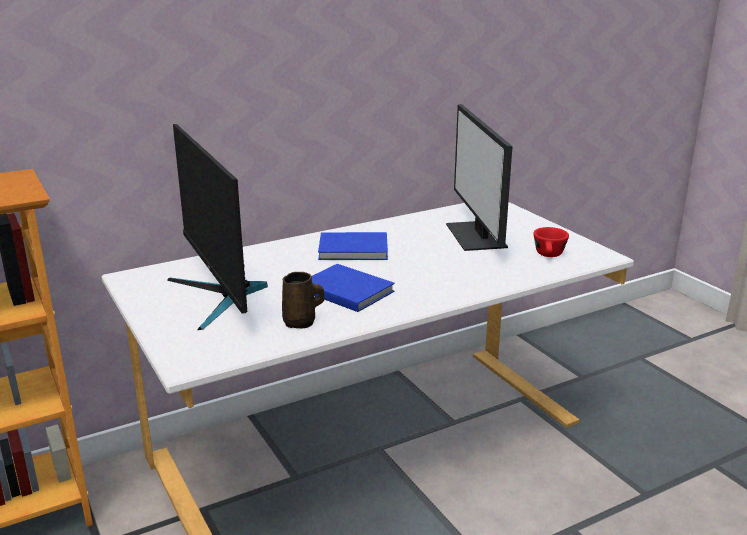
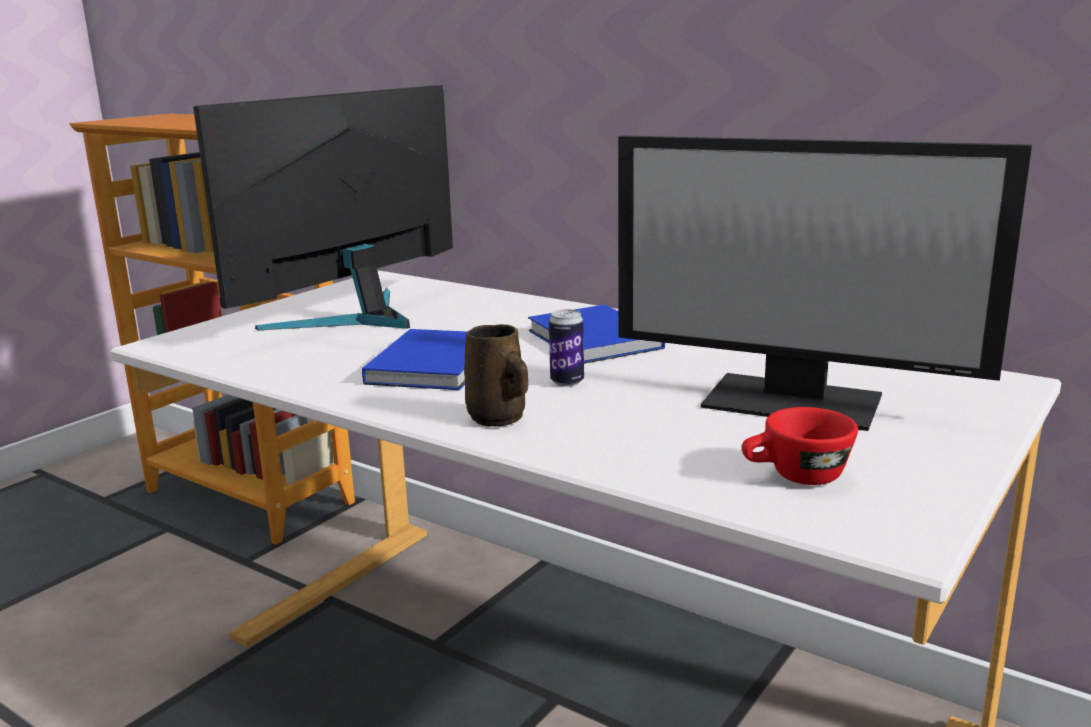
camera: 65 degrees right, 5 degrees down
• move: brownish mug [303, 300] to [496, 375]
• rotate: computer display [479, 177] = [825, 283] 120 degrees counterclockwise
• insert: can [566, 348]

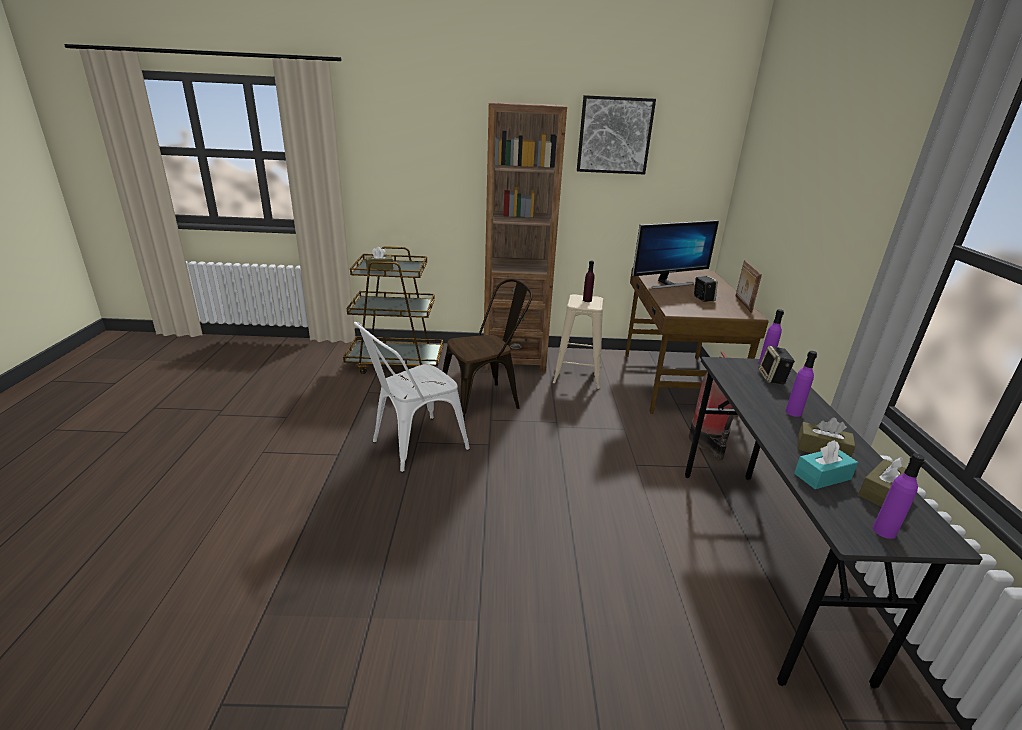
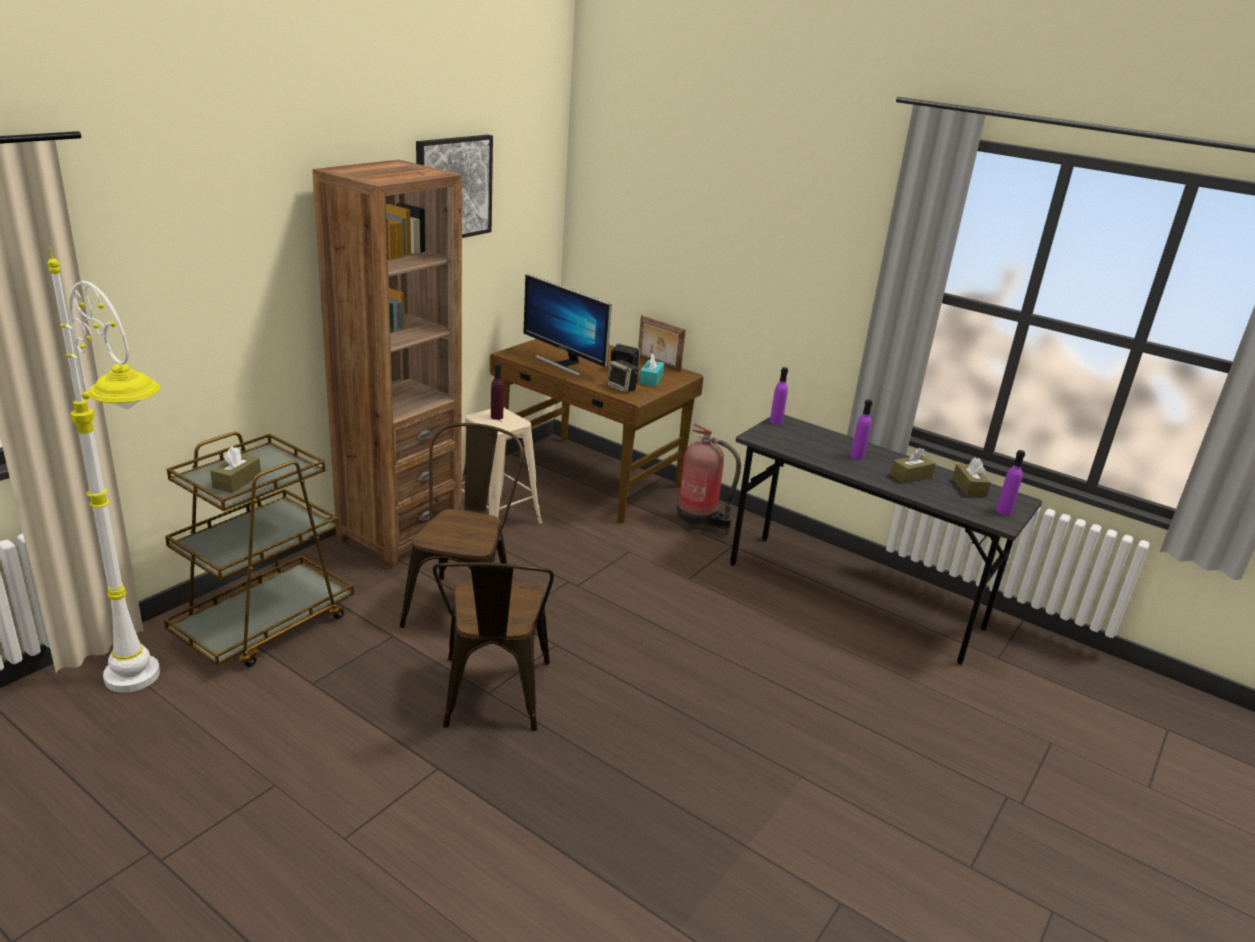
camera: 55 degrees left, 0 degrees up
• recolor: white upright chair [412, 397] to brownish upright chair [493, 646]
• rotate: computer display [675, 254] = [567, 325] 120 degrees clockwise
• move: loudspeaker [777, 365] to [623, 376]
• move: blue-green tissue holder [826, 464] to [652, 370]
• insert: white standard lamp [104, 470]

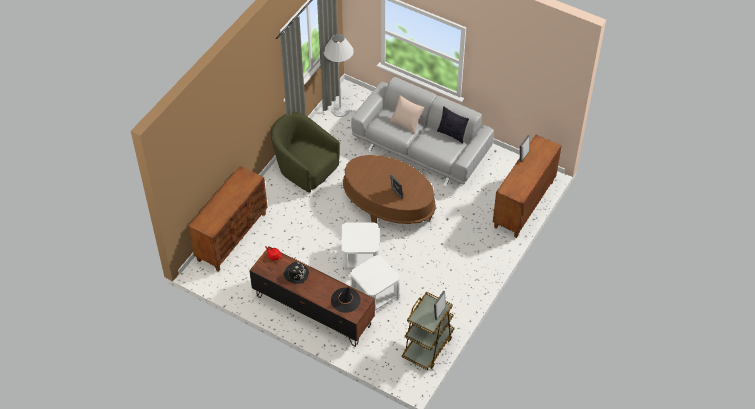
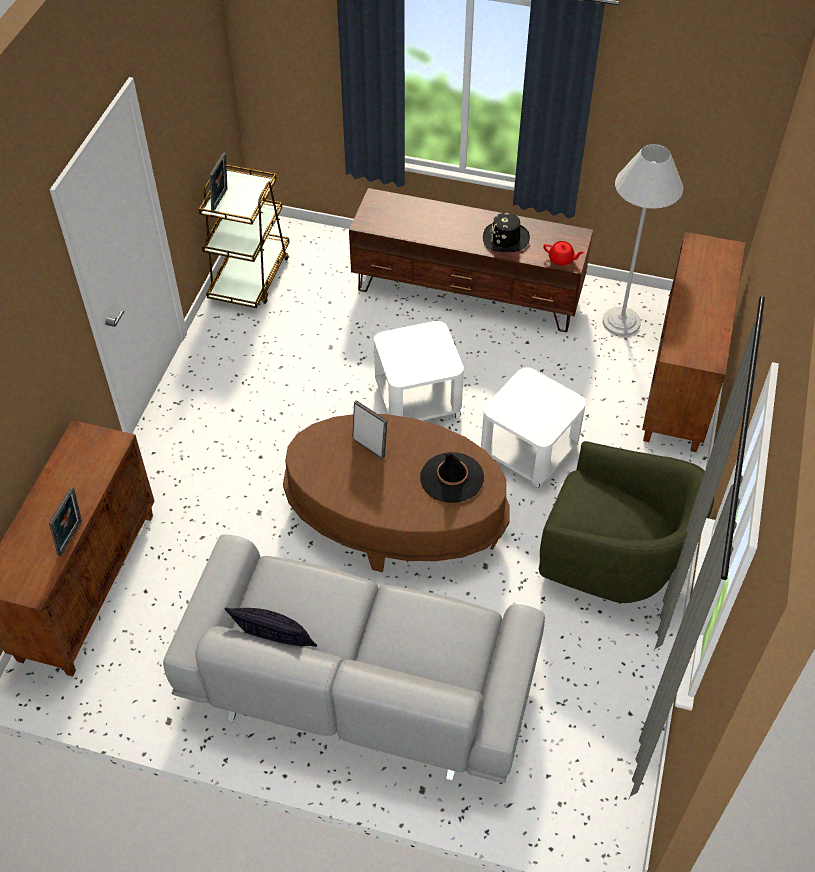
camera: 165 degrees right, 0 degrees up
• move: white standard lamp [339, 75] to [643, 240]
• move: black wearable hat [346, 300] to [452, 477]
• move: white accent table [375, 283] to [533, 427]
• delete: sand-coloured throw pillow [407, 114]

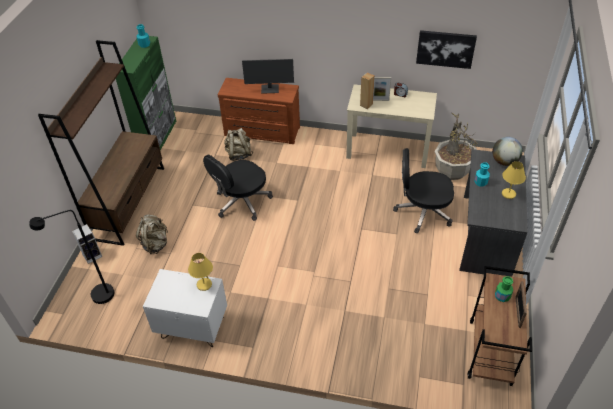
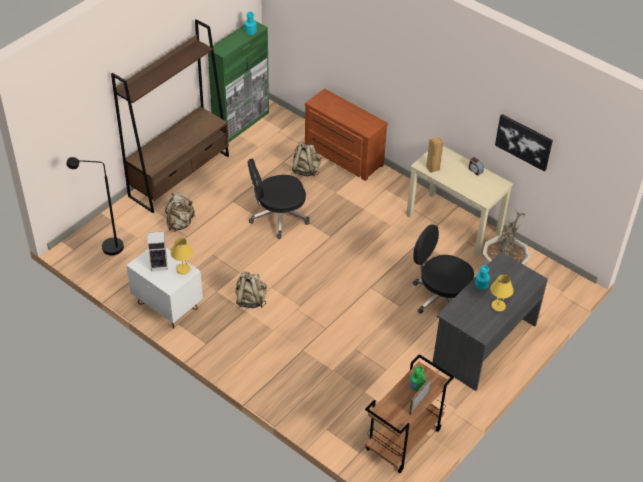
camera: 25 degrees right, 0 degrees up
• move: loudspeaker [87, 244] to [157, 251]
• delete: computer display [268, 76]
• delete: picture frame [382, 89]
• delete: world globe [507, 151]
• insert: sand-coloured knapsack [251, 289]

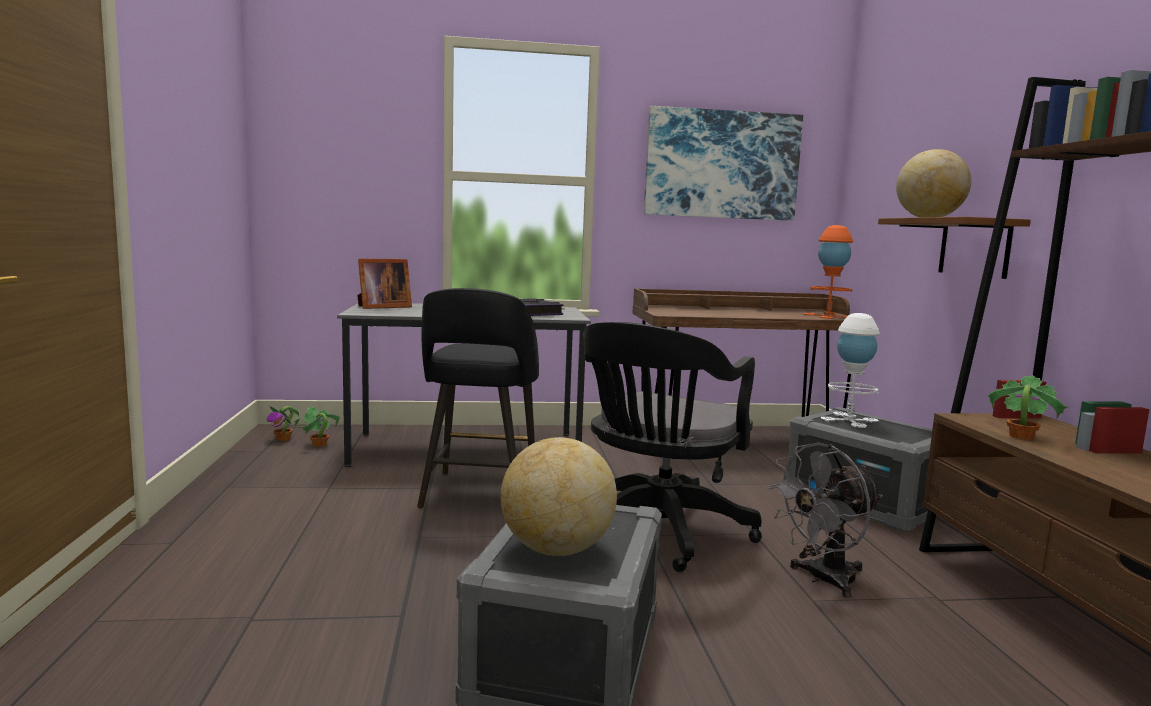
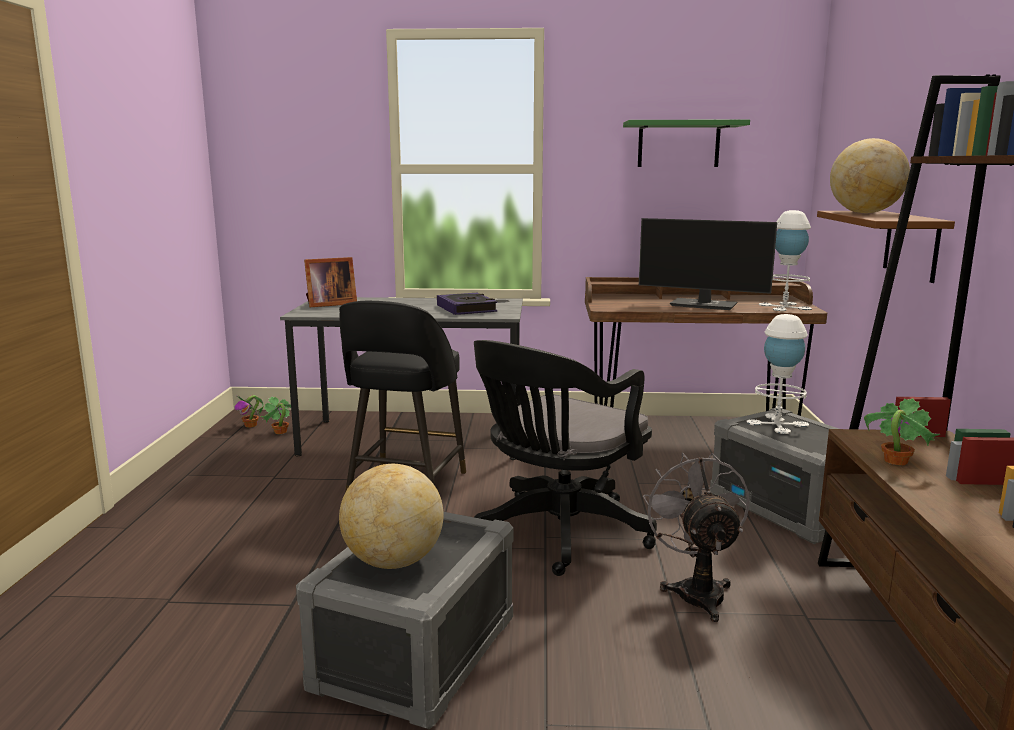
camera: 10 degrees right, 5 degrees up
• replace: picture [723, 163] to green-coloured wall shelf [686, 143]
• rotate: gray fan [825, 520] = [696, 537] 105 degrees clockwise
• recolor: orange table lamp [828, 272] to white table lamp [785, 260]
• insert: computer display [708, 264]

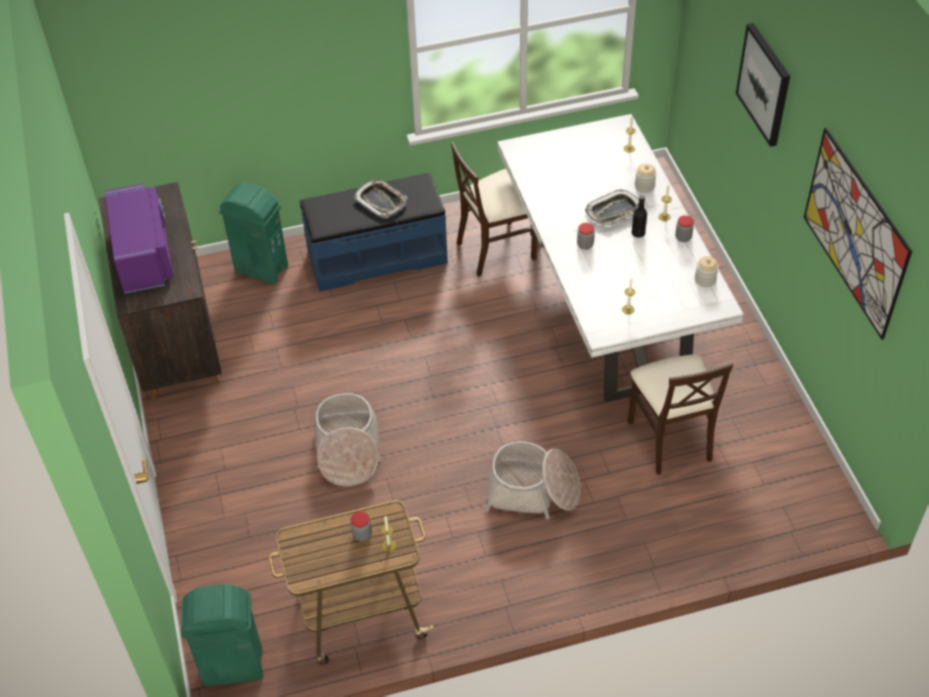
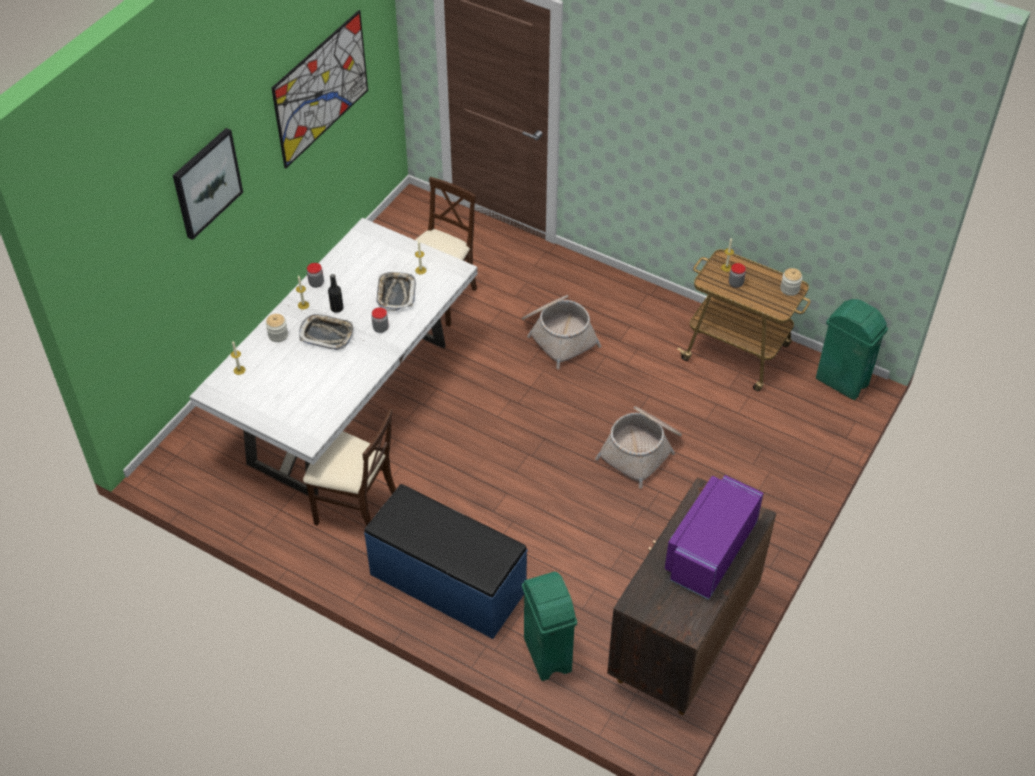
camera: 135 degrees left, 0 degrees up
• move: tray [380, 198] to [396, 291]
• move: storage jar [707, 271] to [791, 282]

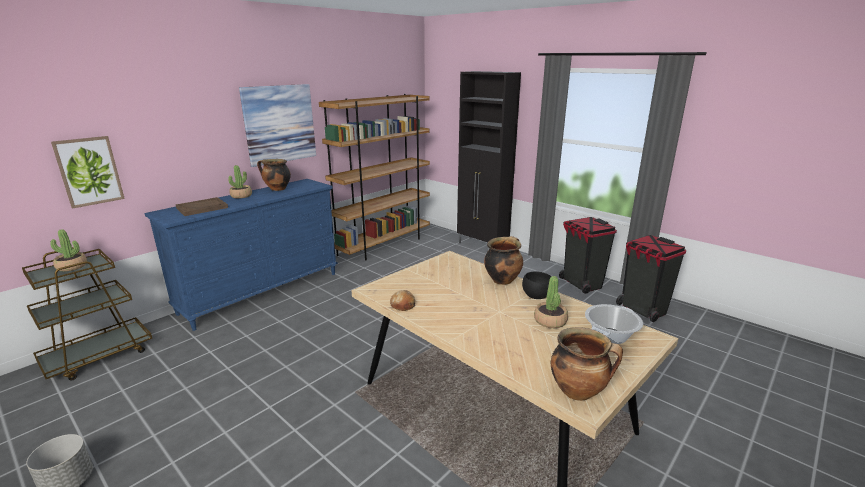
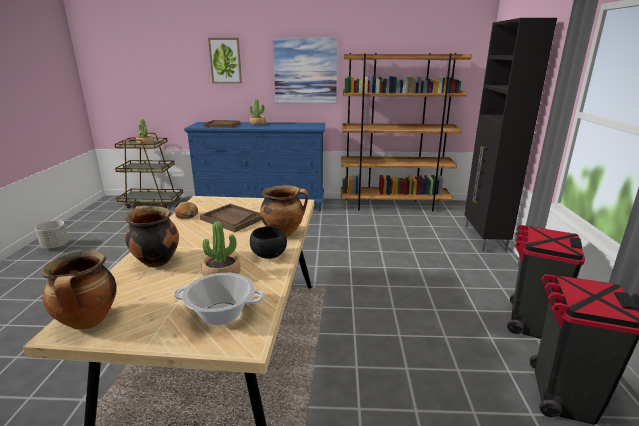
camera: 50 degrees right, 0 degrees up
• move: picture [88, 172] to [225, 60]
• move: cooking pot [274, 175] to [152, 236]
• insert: brownish tray [231, 218]

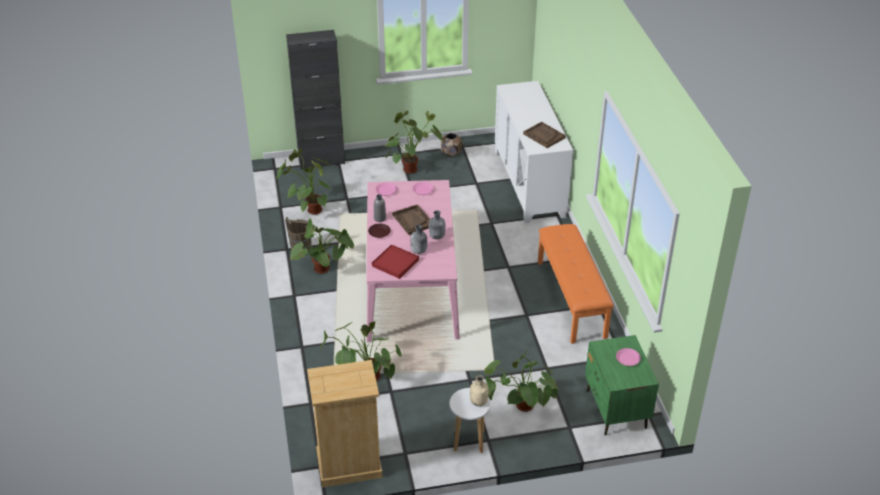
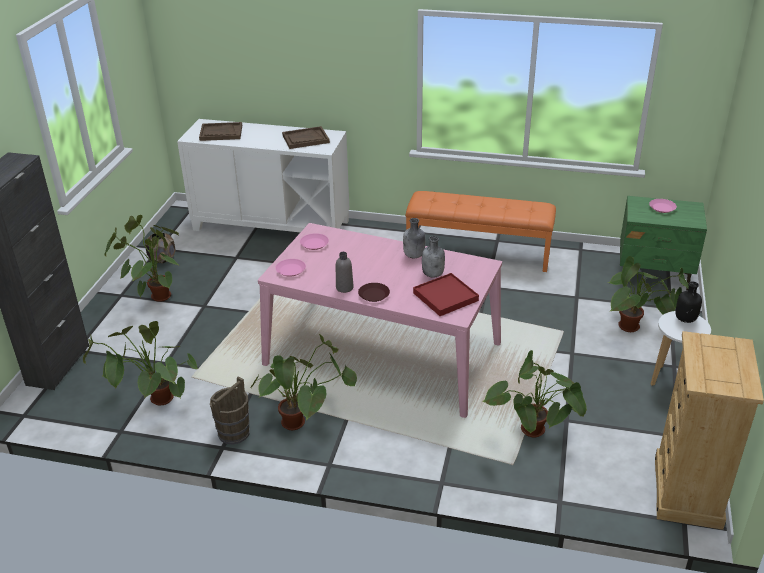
camera: 65 degrees left, 5 degrees down
• move: brownish tray [411, 219] to [220, 131]
• recolor: sand-coloured beverage bottle [479, 390] to black beverage bottle [689, 302]

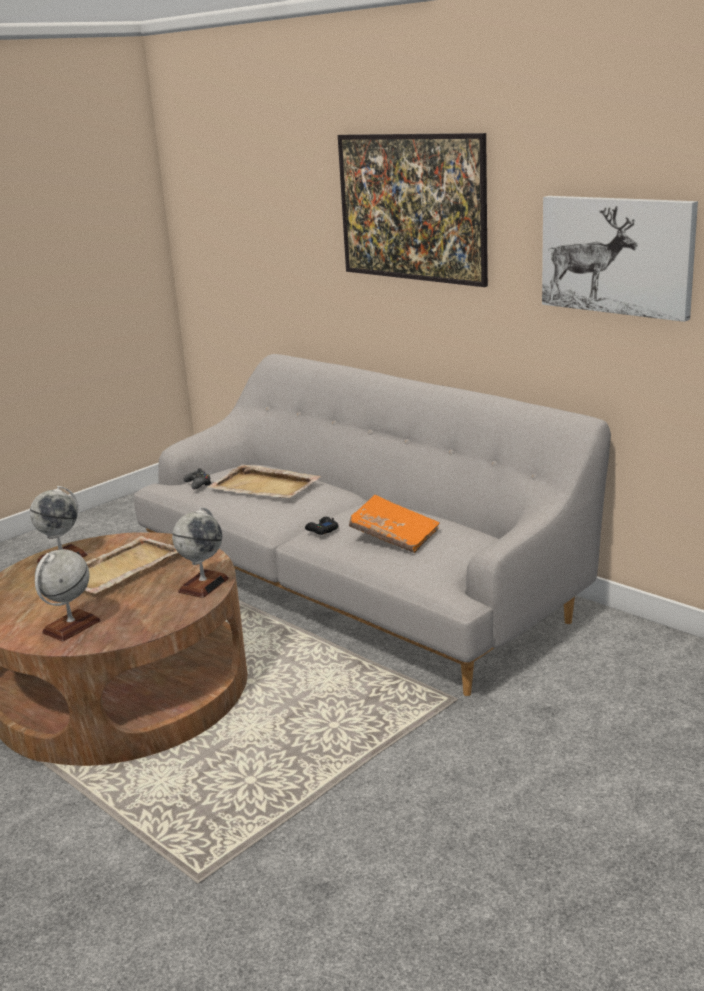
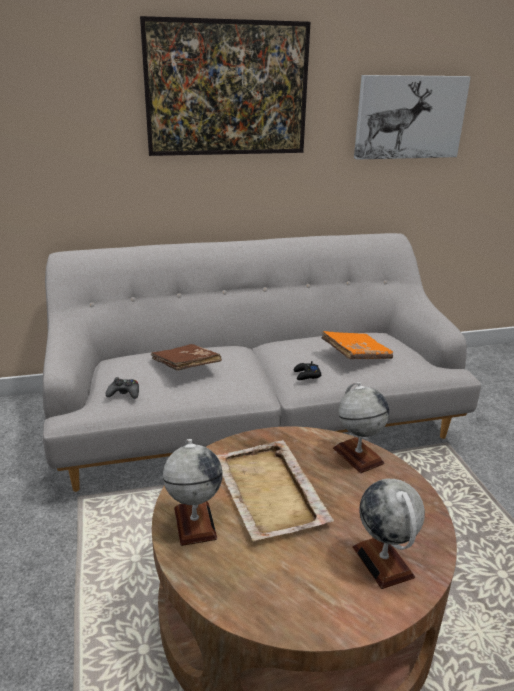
camera: 60 degrees left, 5 degrees up
• replace: sand-coloured tray [264, 481] to brownish book [186, 357]

